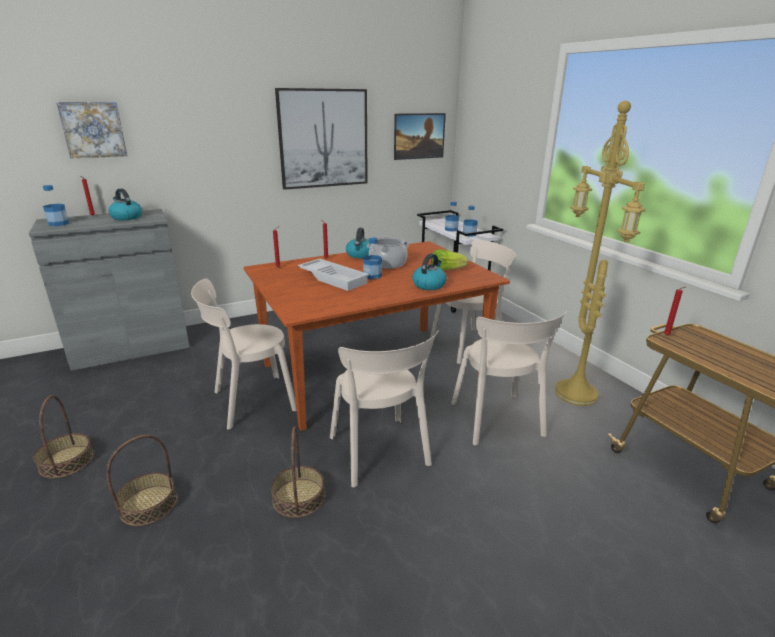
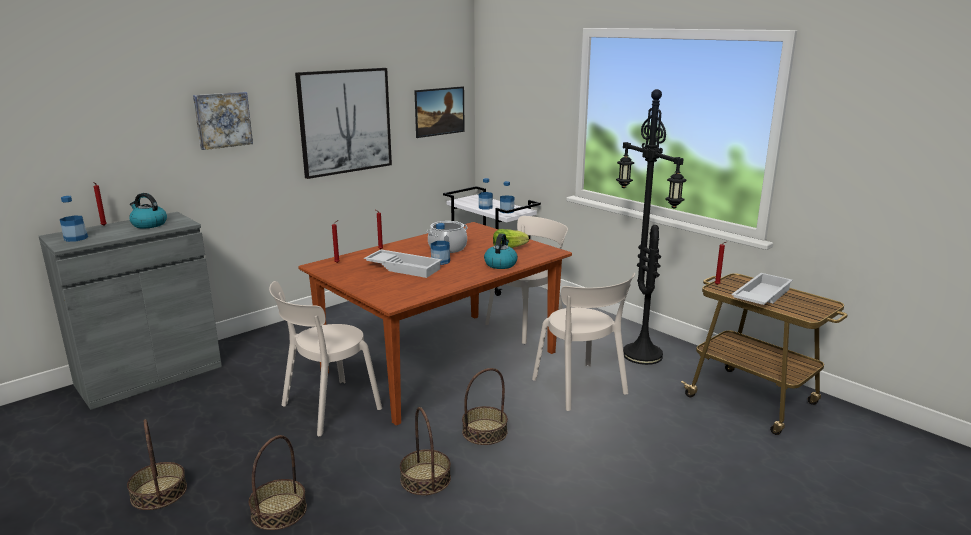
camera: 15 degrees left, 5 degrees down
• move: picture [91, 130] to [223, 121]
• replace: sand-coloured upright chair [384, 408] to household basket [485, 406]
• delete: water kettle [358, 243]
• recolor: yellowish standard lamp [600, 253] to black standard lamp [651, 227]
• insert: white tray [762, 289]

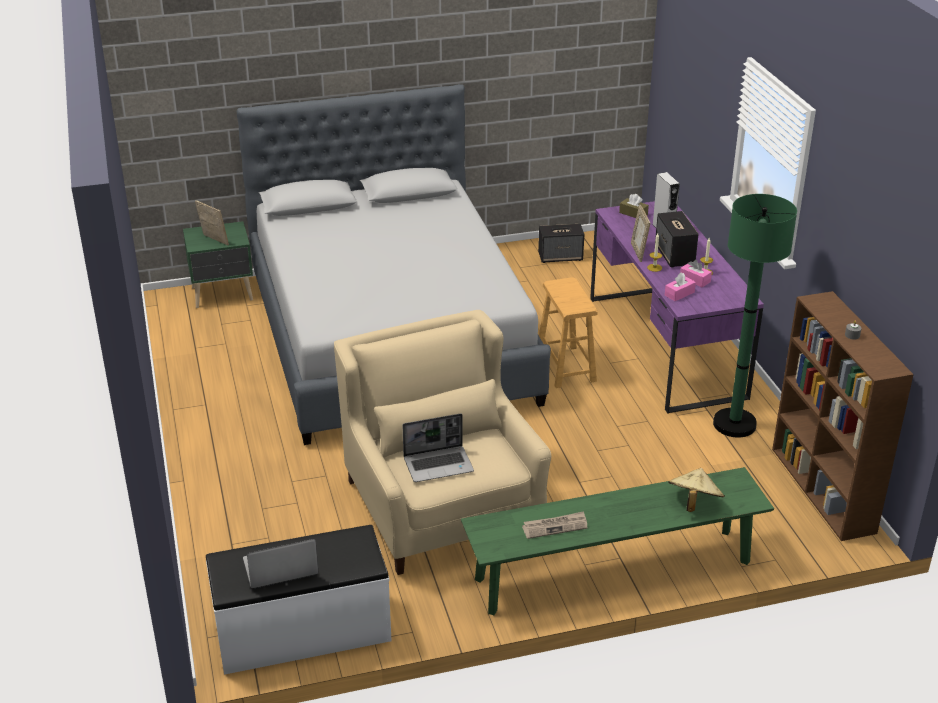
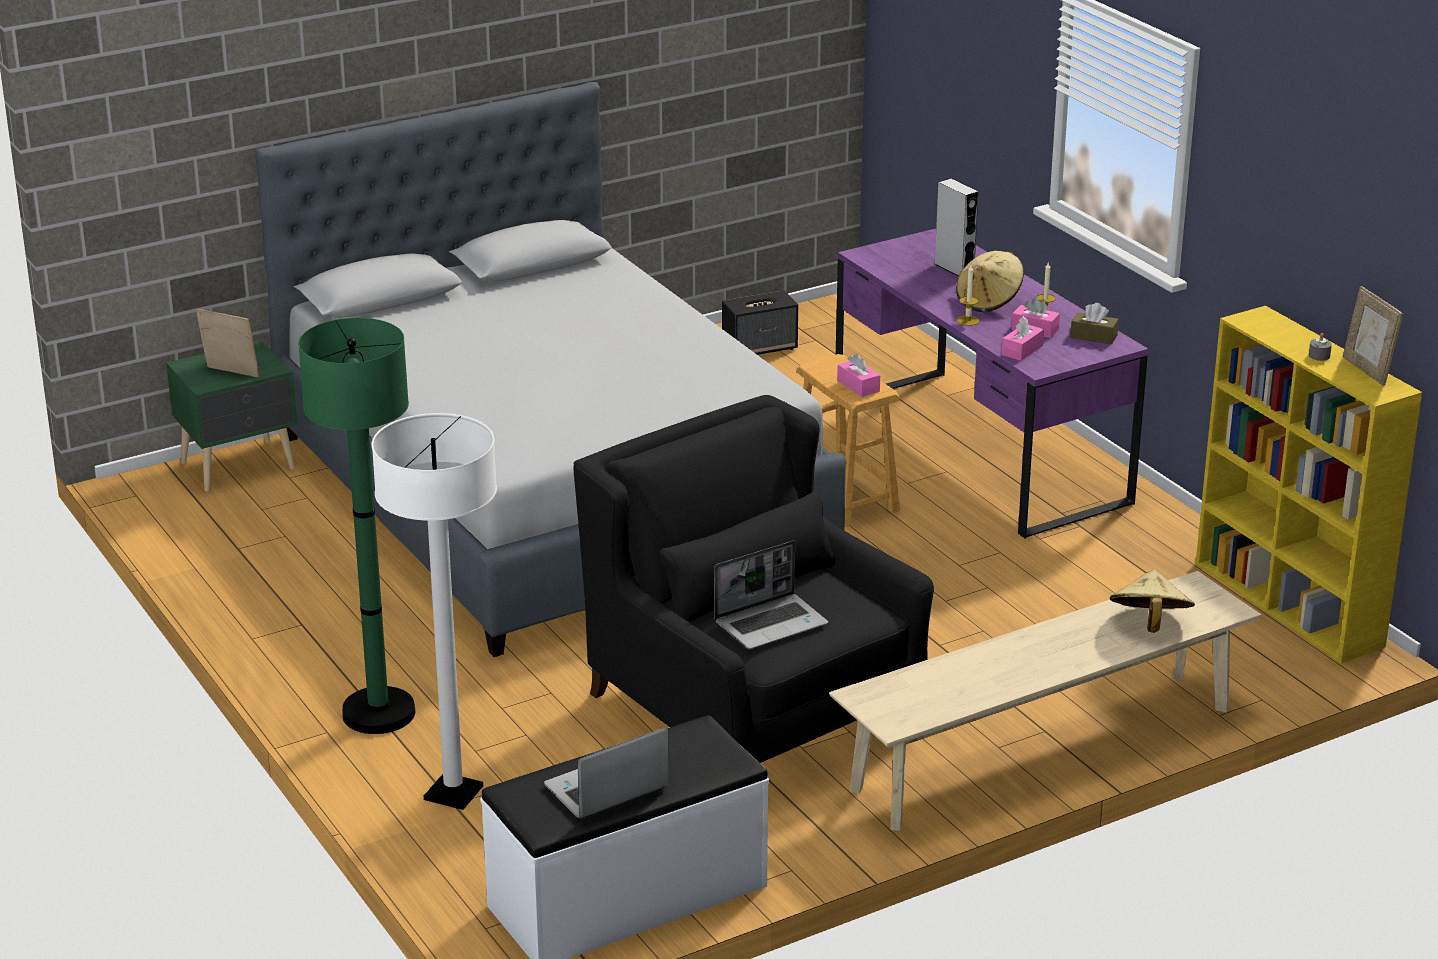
camera: 15 degrees left, 5 degrees down
• recolor: sand-coloured armchair [442, 442] to black armchair [753, 579]
• recolor: green-coloured bench [617, 541] to sand-coloured bench [1045, 701]
• delete: printed paper [554, 525]
• move: brownish tissue holder [634, 206] to [1094, 324]
• move: picture frame [640, 233] to [1373, 336]
• replace: loudspeaker [677, 239] to sand-coloured wearable hat [990, 281]
• move: green-coloured standard lamp [755, 316] to [356, 526]
• recolor: brownish bookshelf [843, 416] to yellowish bookshelf [1309, 484]
• insert: white standard lamp [434, 611]
• insert: pink tissue holder [858, 375]

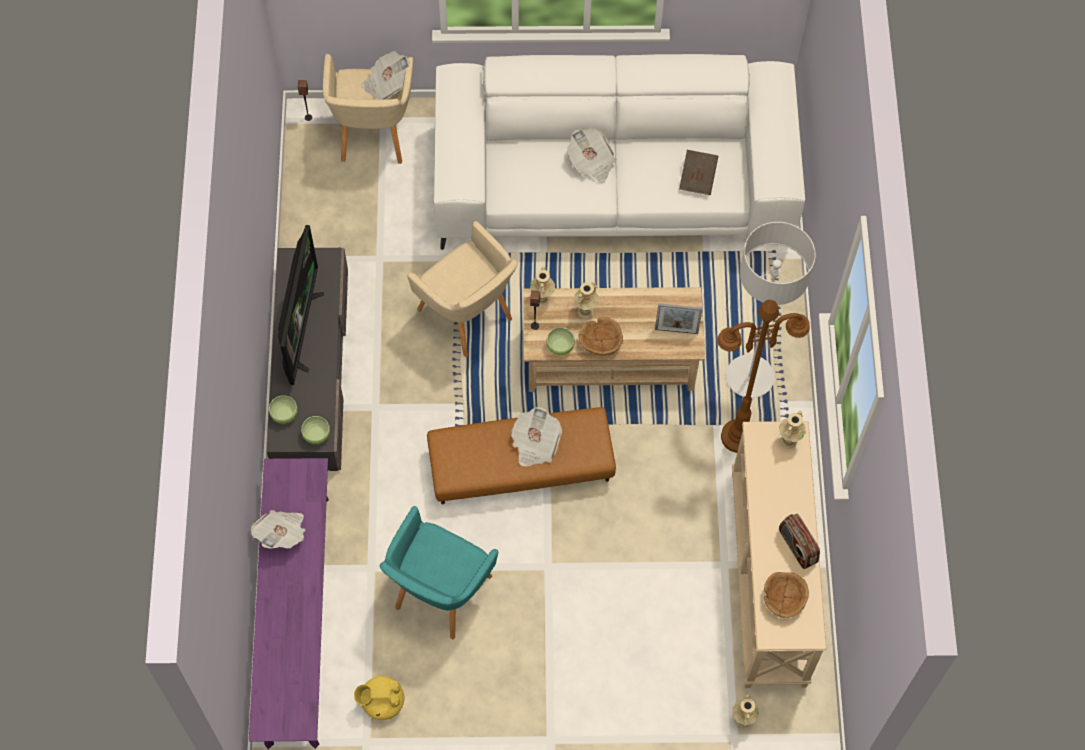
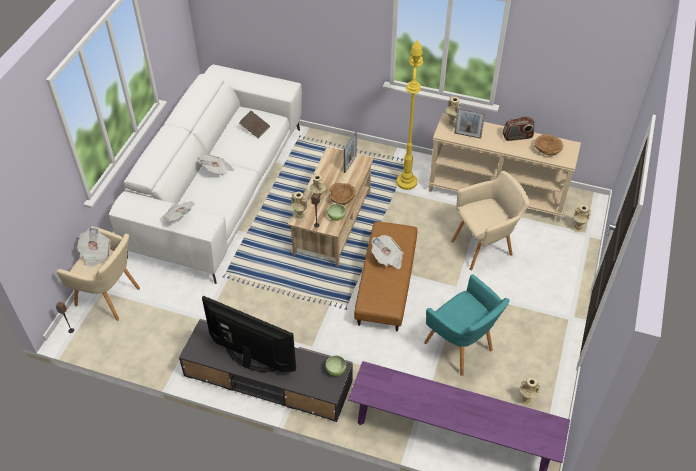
camera: 70 degrees left, 15 degrees down
• move: printed paper [278, 529] to [178, 211]
• delete: green-coloured bowl [283, 409]
• replace: yellowish tea pot [379, 698] to sand-coloured decorative vase [530, 391]
• move: sand-coloured armchair [462, 289] to [490, 220]
• recolor: brownish standard lamp [763, 376] to yellowish standard lamp [409, 115]
• delete: gray standard lamp [771, 310]
• insert: picture frame [469, 123]

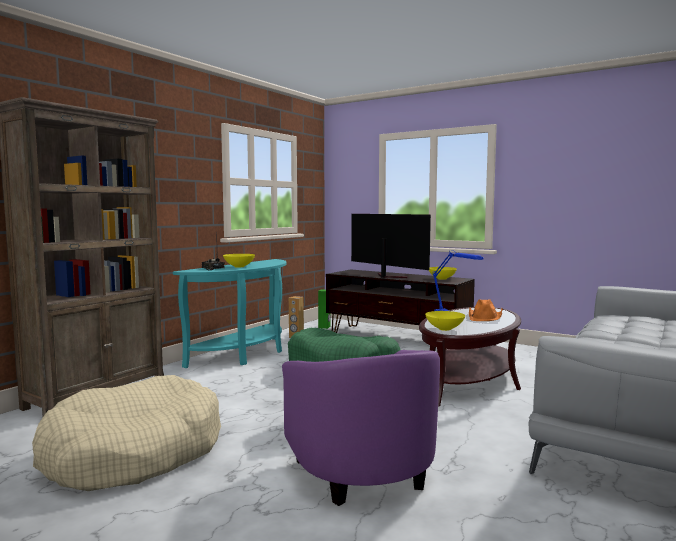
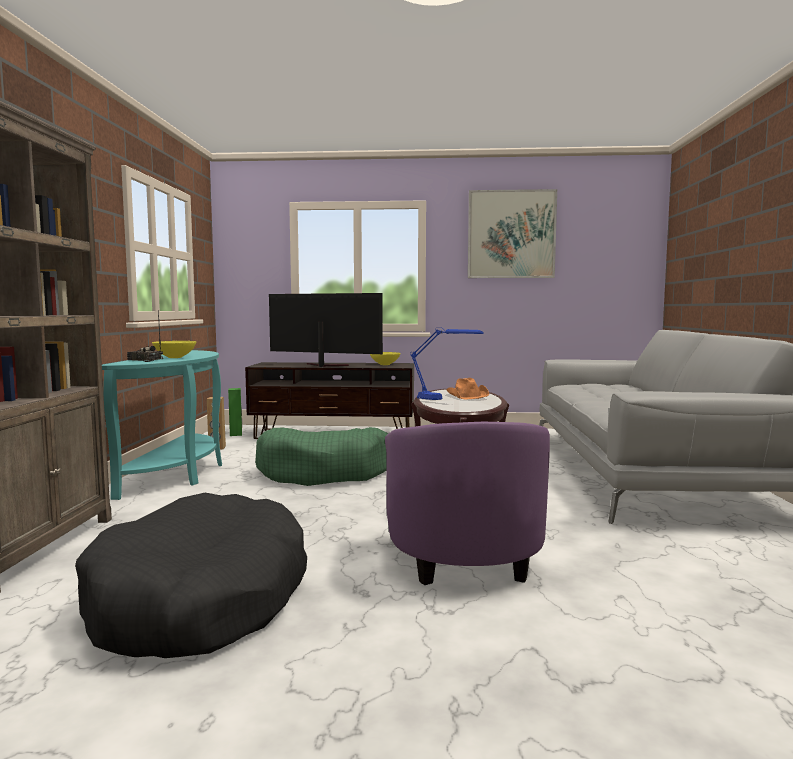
camera: 30 degrees left, 0 degrees up
• recolor: sand-coloured dog cushion [126, 433] to black dog cushion [191, 575]
• rotate: purple-coloured armchair [361, 428] = [467, 503] 45 degrees clockwise
• delete: yellowish bowl [445, 321]
• insert: picture [512, 233]

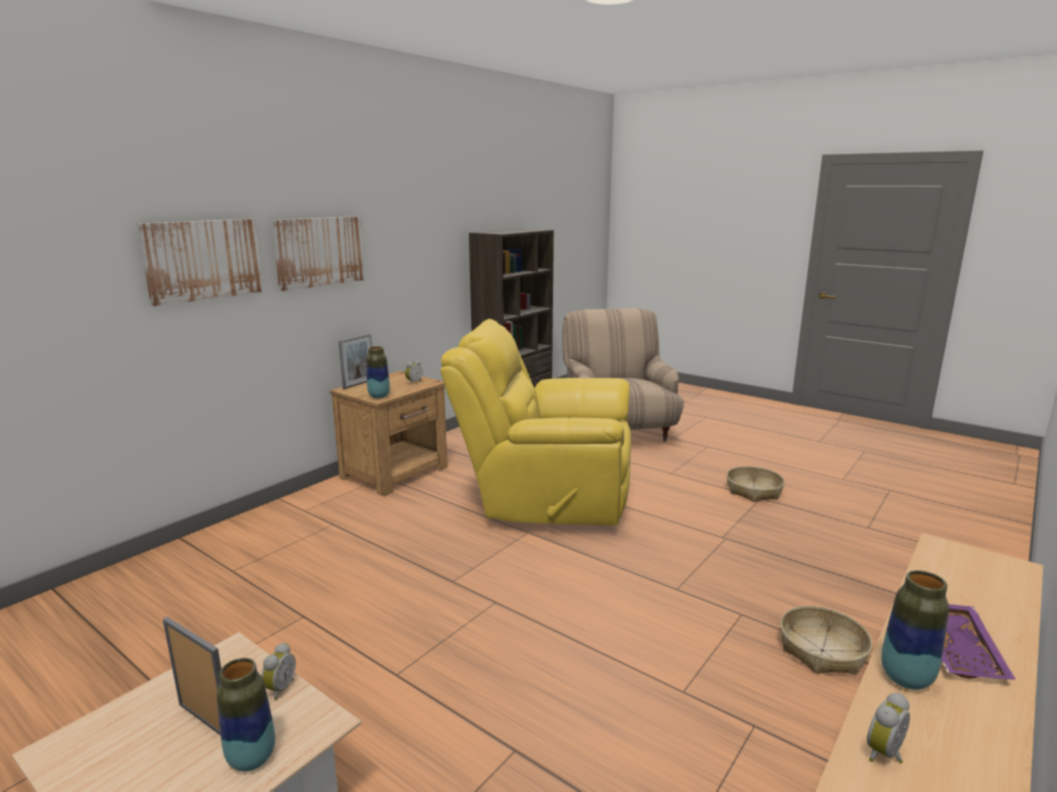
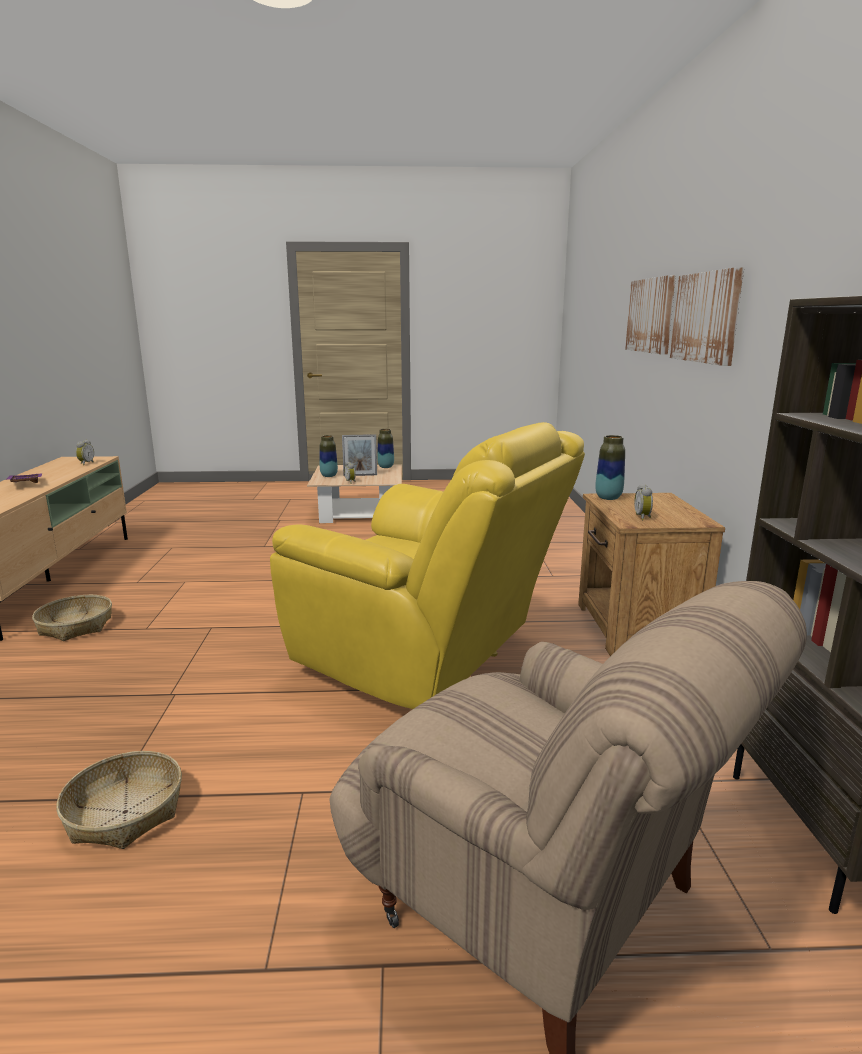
camera: 140 degrees right, 0 degrees up
• delete: picture frame [355, 361]
• rotate: yellowish armchair [535, 422] = [427, 565] 60 degrees clockwise
• move: decorative vase [915, 630] to [385, 448]

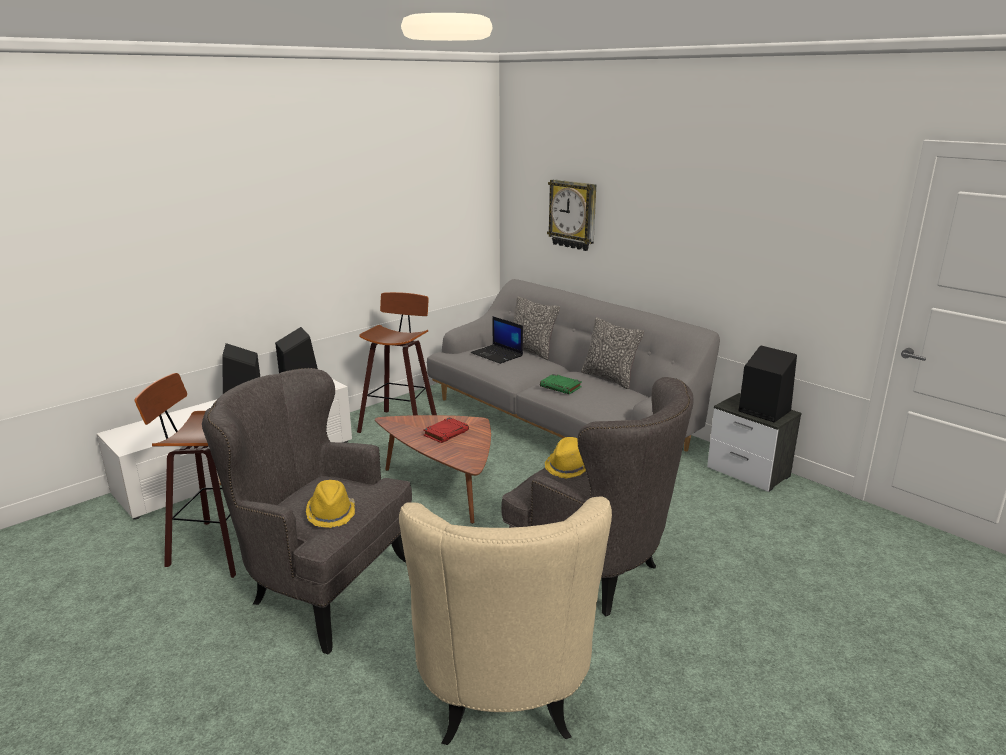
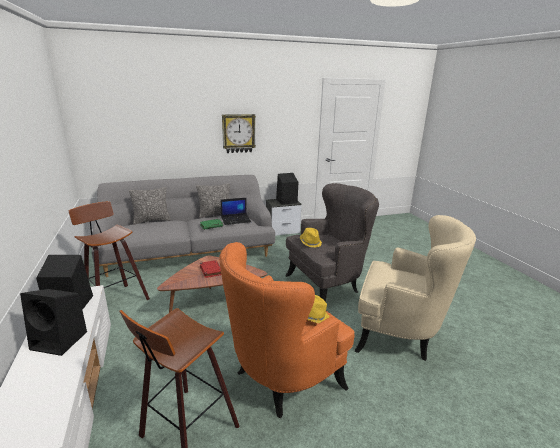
camera: 65 degrees left, 0 degrees up
• recolor: gray armchair [307, 511] to orange armchair [287, 330]
• move: notebook computer [497, 340] to [236, 211]
• move: wall clock [571, 215] to [239, 133]

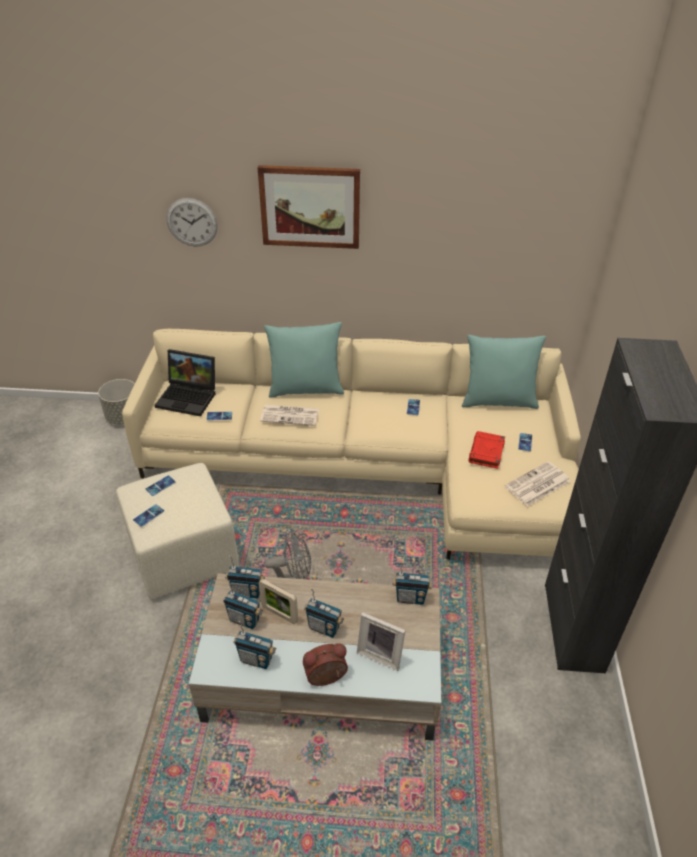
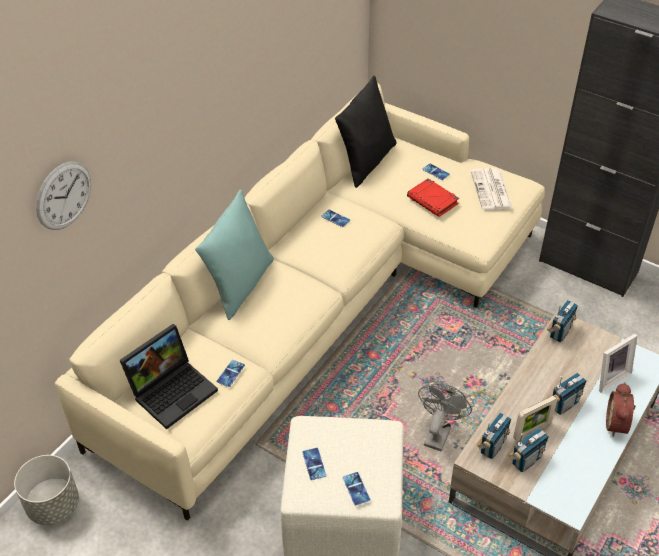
camera: 60 degrees left, 5 degrees up
• delete: radio [255, 645]
• delete: picture [309, 207]
• delete: printed paper [289, 415]
• recolor: blue-green throw pillow [504, 372] to black throw pillow [365, 132]

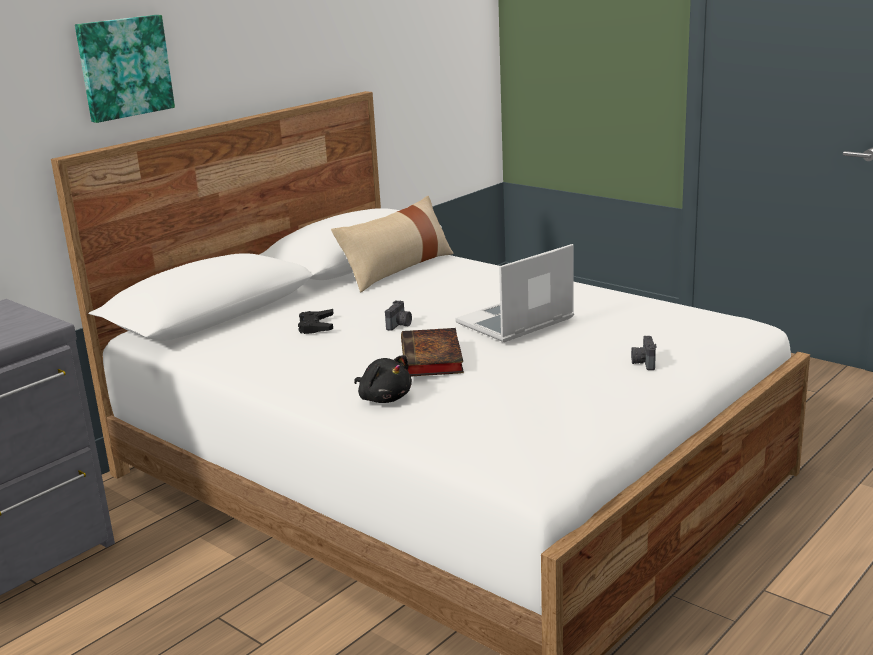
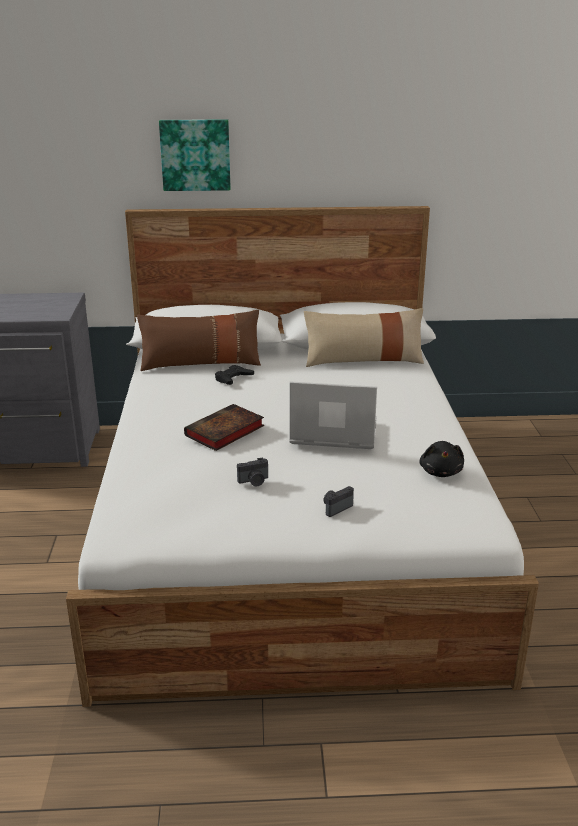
camera: 45 degrees right, 5 degrees up
• move: black cuddly toy [383, 379] to [441, 459]
• move: still camera [398, 316] to [252, 472]
• insert: brownish throw pillow [199, 340]

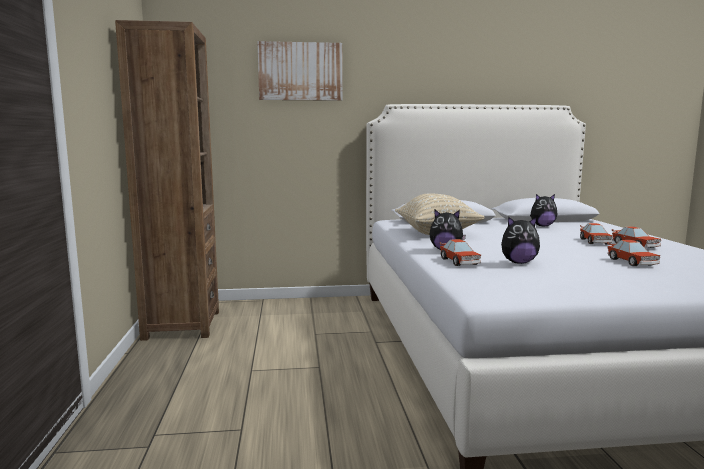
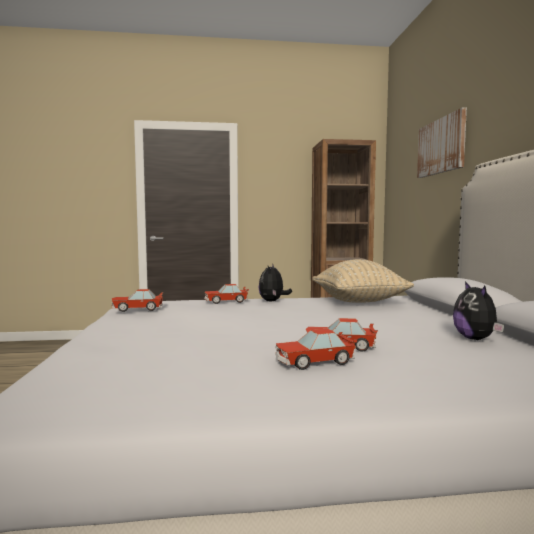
camera: 90 degrees right, 5 degrees down
• delete: cuddly toy [520, 240]
• move: toy car [634, 253] to [137, 300]

